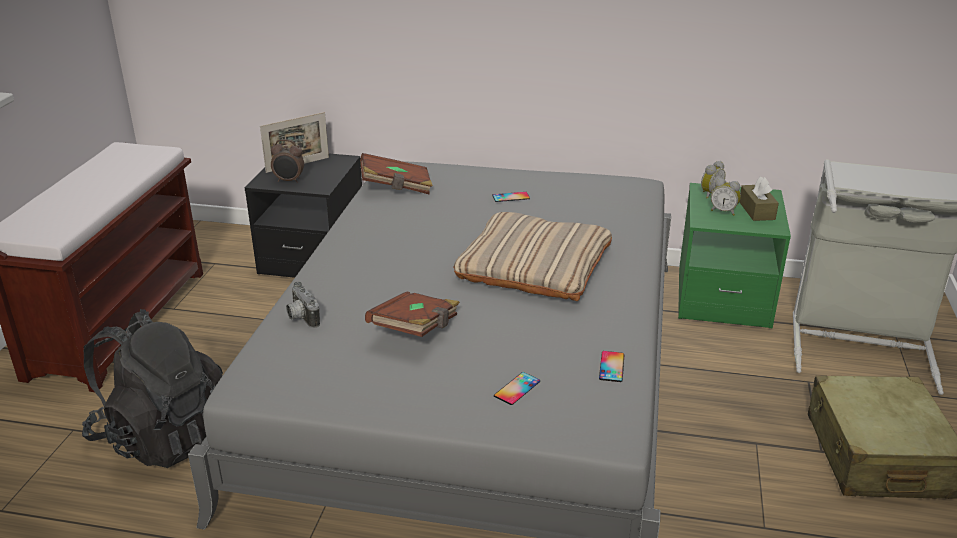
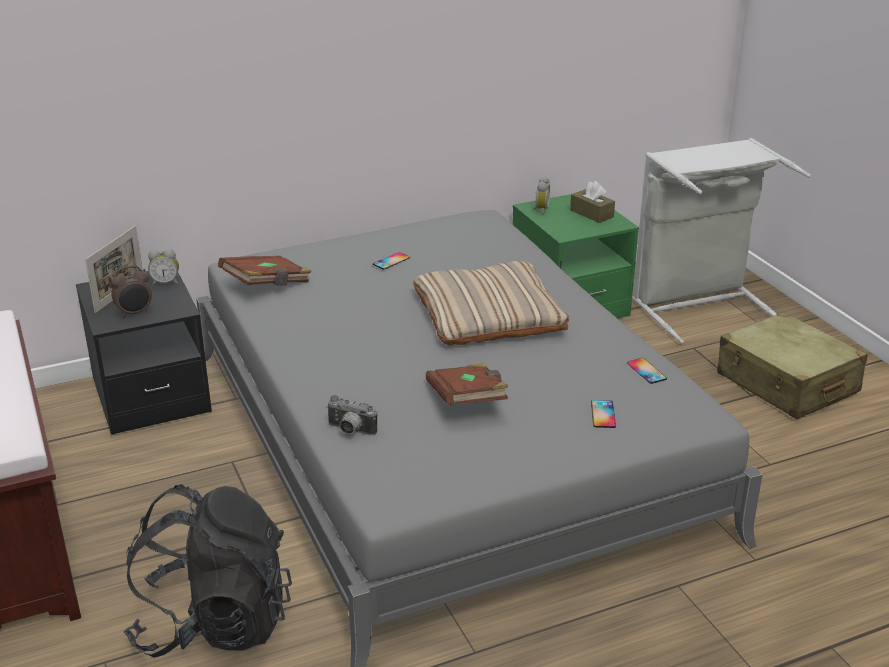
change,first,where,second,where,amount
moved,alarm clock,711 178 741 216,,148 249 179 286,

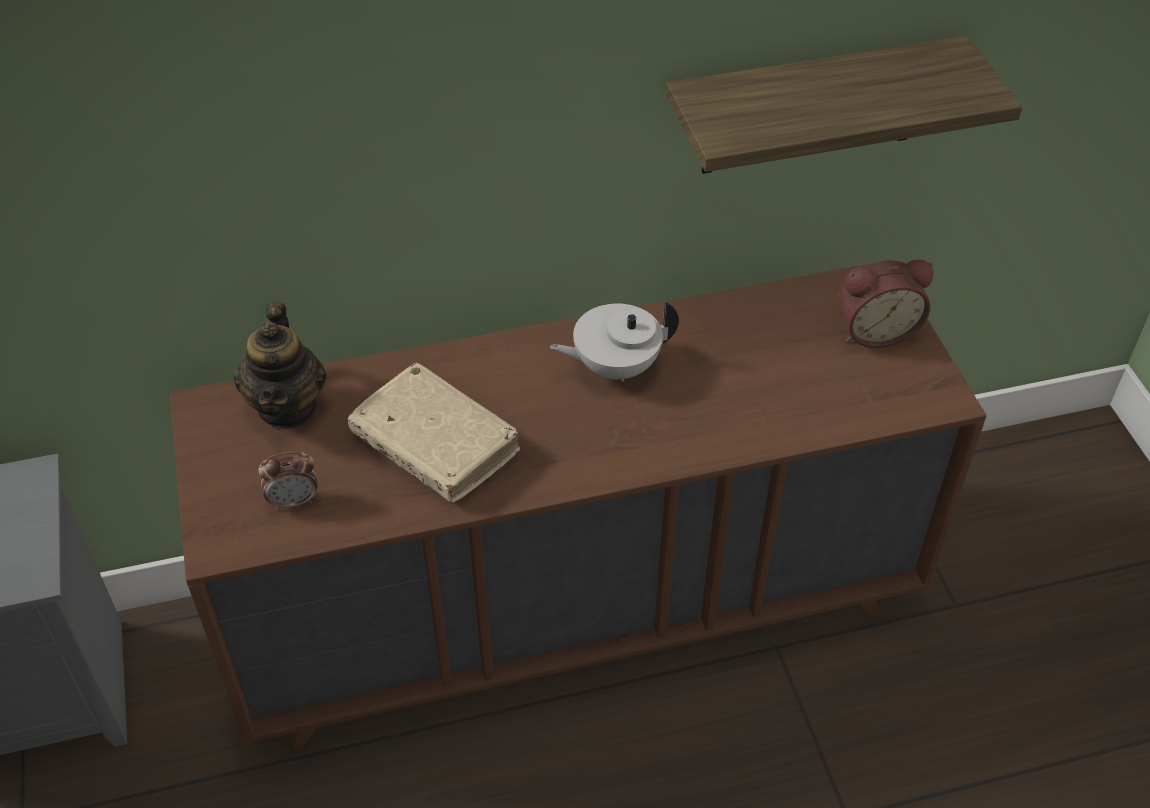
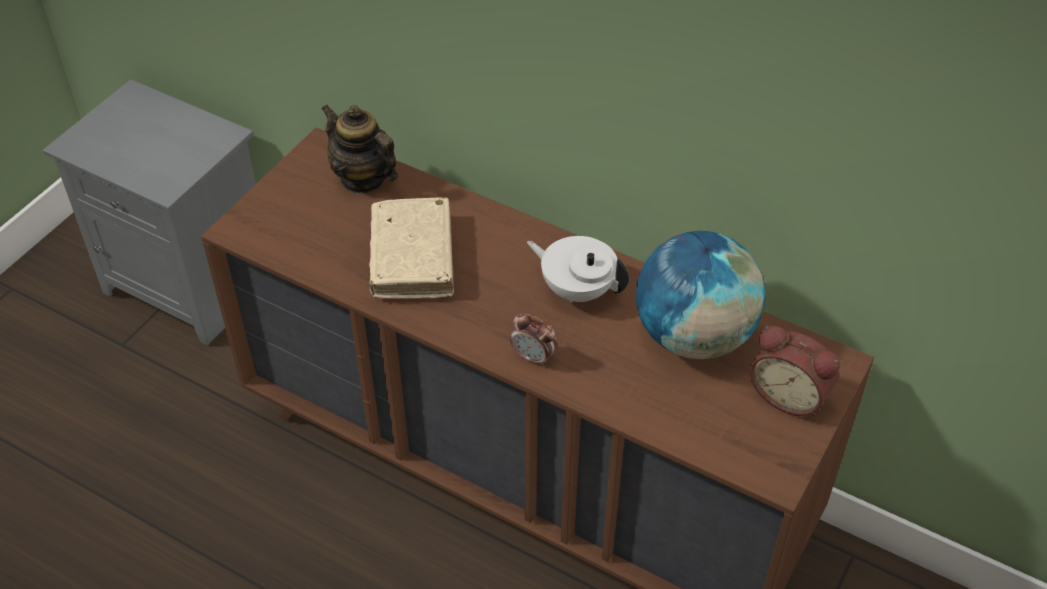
change,first,where,second,where,amount
turned,teapot,234 302 326 429,,321 105 398 194,90 degrees clockwise
moved,alarm clock,259 451 317 511,,510 313 557 367,
added,,,globe,636 231 765 359,
removed,shelf,666 36 1022 174,,,

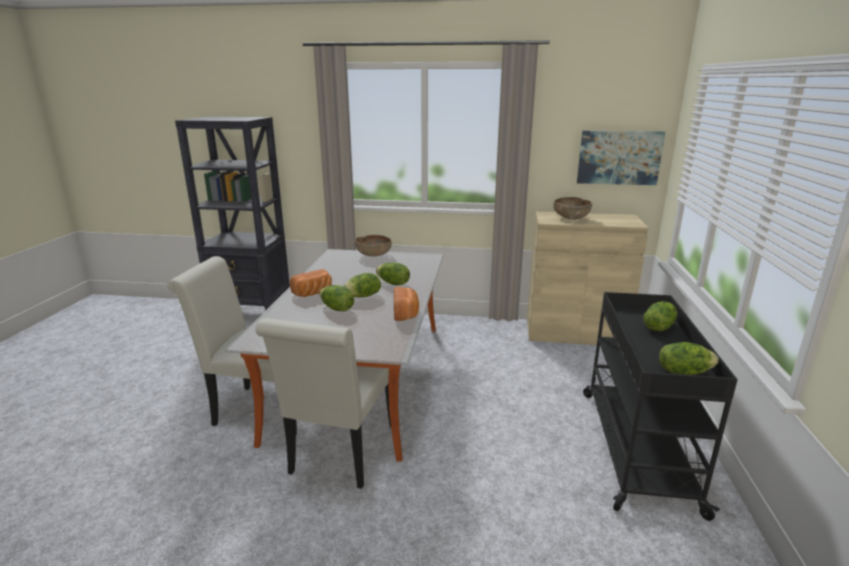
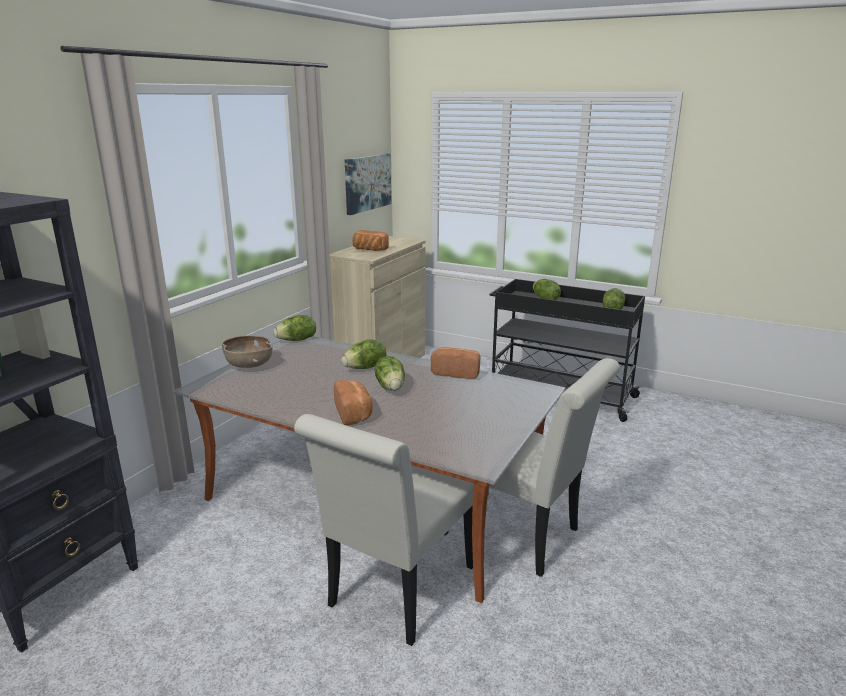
change,first,where,second,where,amount
moved,lettuce,320 285 354 311,,273 315 316 341,
replaced,bowl (brown),553 197 592 220,bread,353 230 389 251,

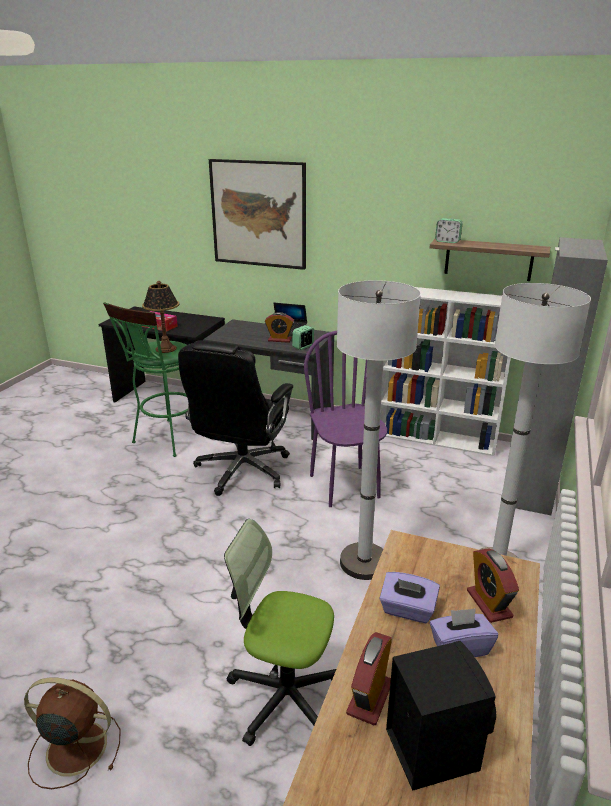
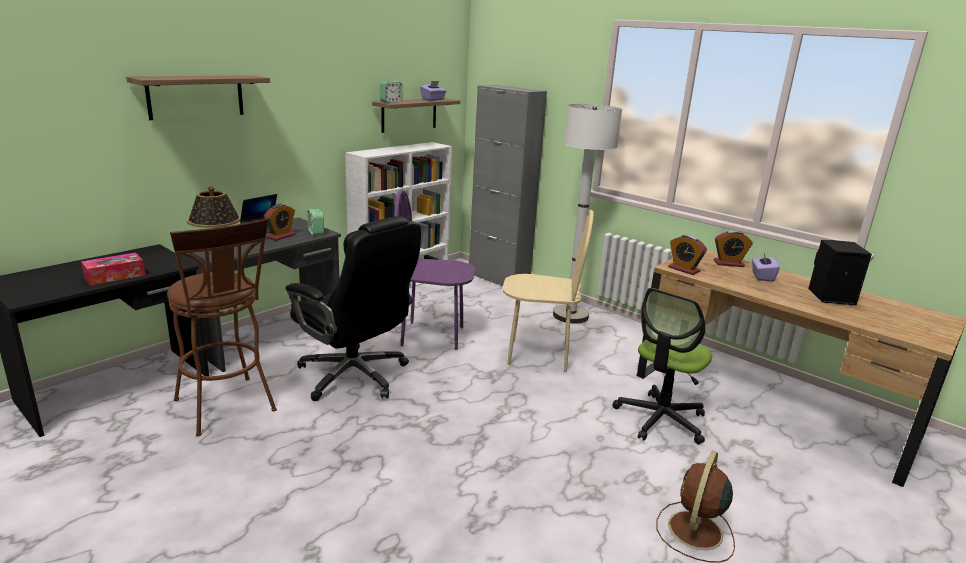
change,first,where,second,where,amount
replaced,picture,209 159 306 270,shelf,126 75 270 120,
recoloured,stool (green),103 302 188 457,stool (brown),167 219 277 436,
moved,tissue box (purple),379 572 440 623,,420 81 446 101,
replaced,floor lamp (white),337 280 421 580,chair (beige),503 210 594 372,
moved,alarm clock,346 632 392 725,,668 235 707 275,

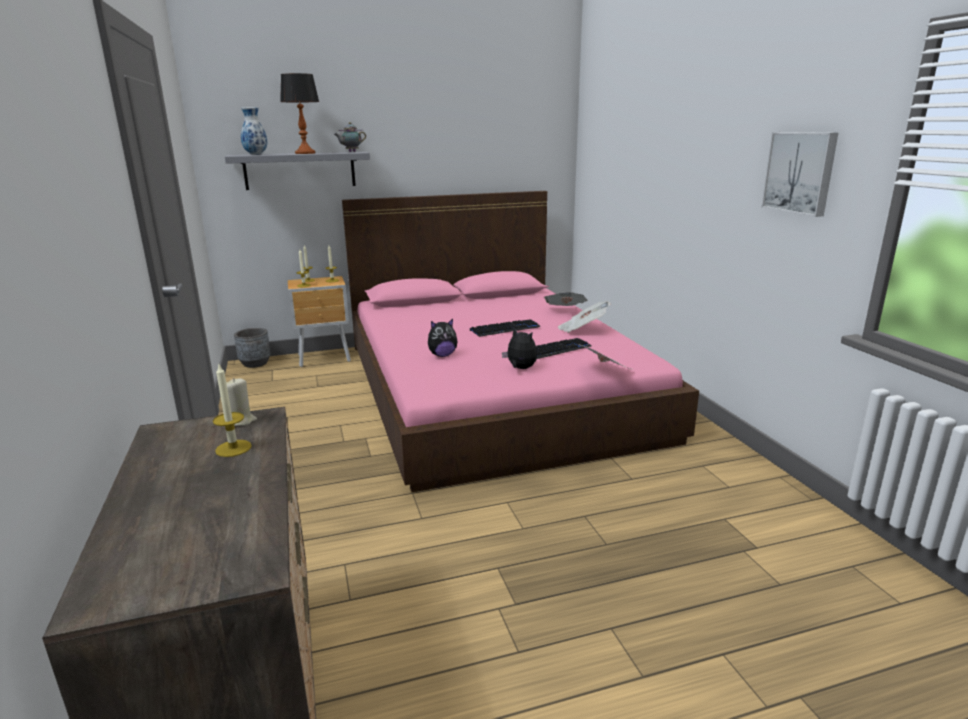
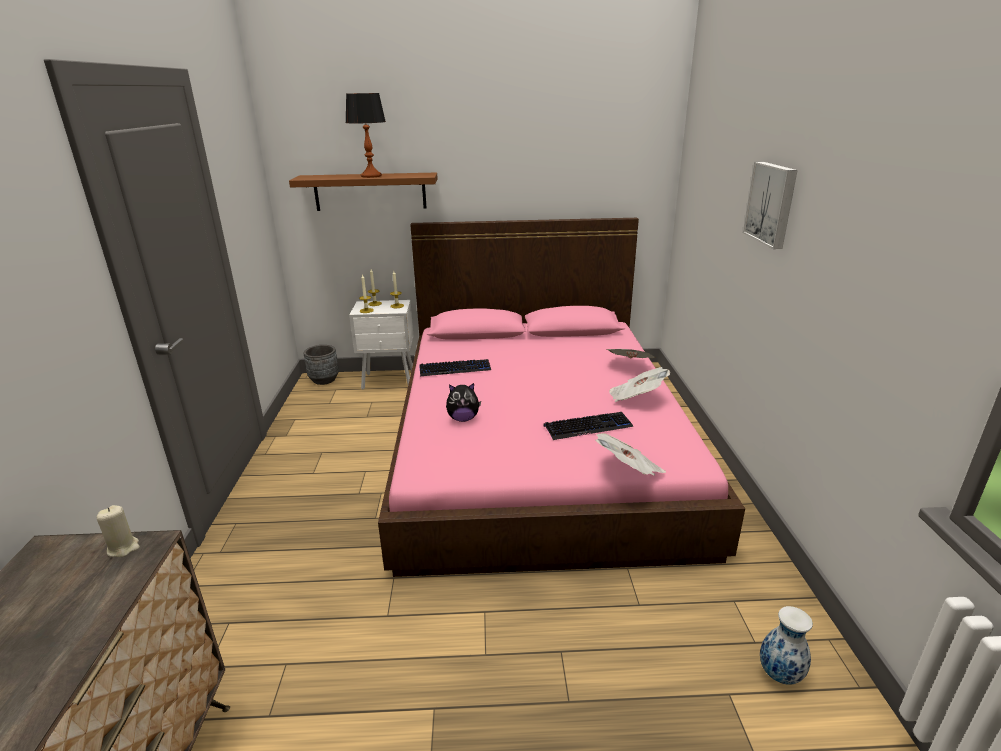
change,first,where,second,where,amount
recoloured,shelf (grey),225 152 370 190,shelf (brown),289 172 438 211,
recoloured,nightstand (brown),288 276 351 367,nightstand (white),349 300 414 390,
moved,keyboard,470 319 541 337,,419 359 491 376,
moved,picture,761 132 838 217,,743 162 798 249,
moved,vase,241 107 267 155,,760 606 813 685,
removed,candle,213 365 252 457,,,
removed,teapot,334 122 366 152,,,
removed,plush toy,502 328 537 369,,,

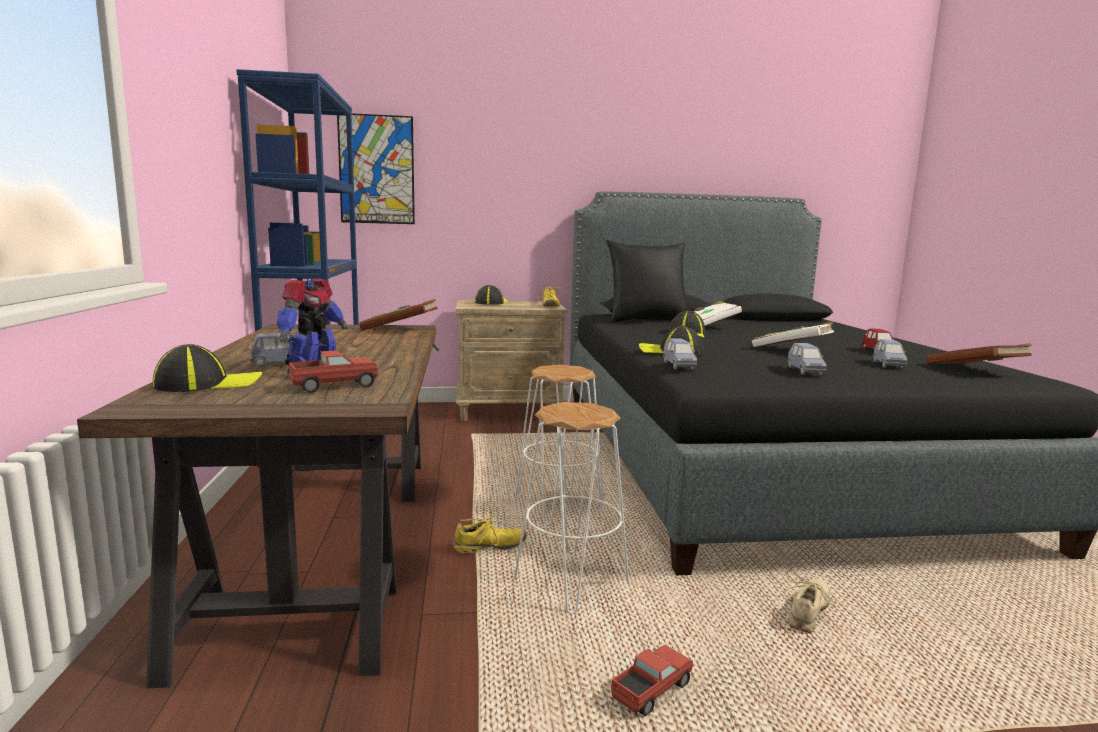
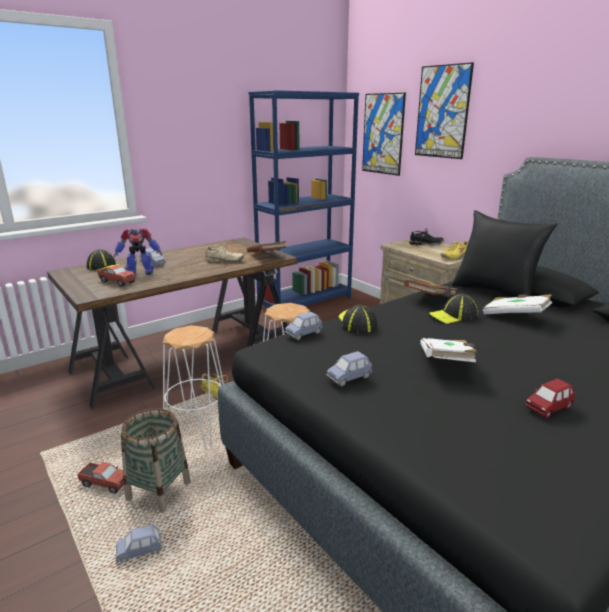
change,first,where,second,where,amount
moved,toy car (blue),873 339 907 369,,116 525 162 563,
added,,,basket,121 408 191 513,
moved,shoe (beige),785 571 839 633,,205 243 244 263,
moved,book (brown),926 343 1032 364,,404 280 458 297,
replaced,cap,475 285 508 305,shoe (black),409 228 444 246,
added,,,picture,415 62 474 159,

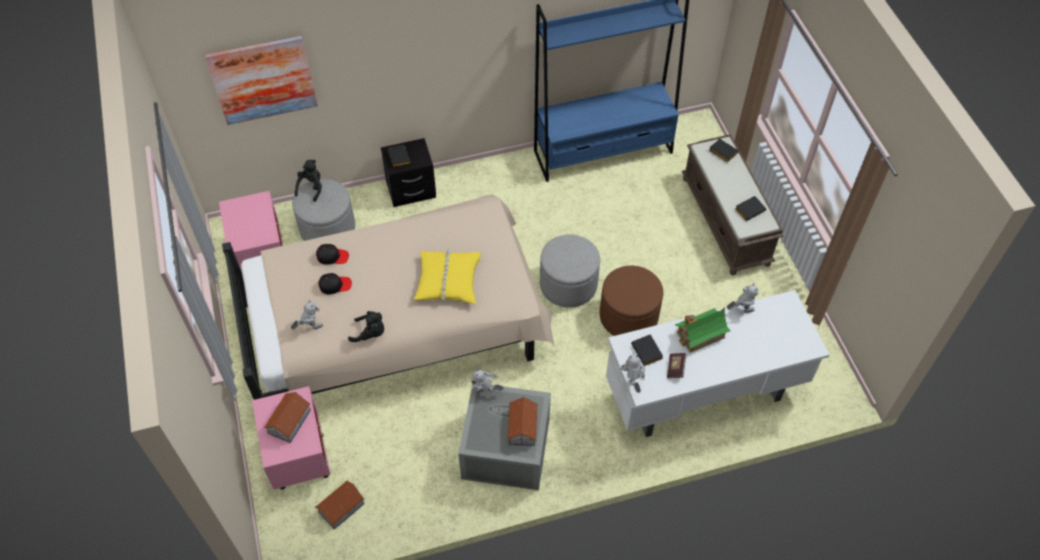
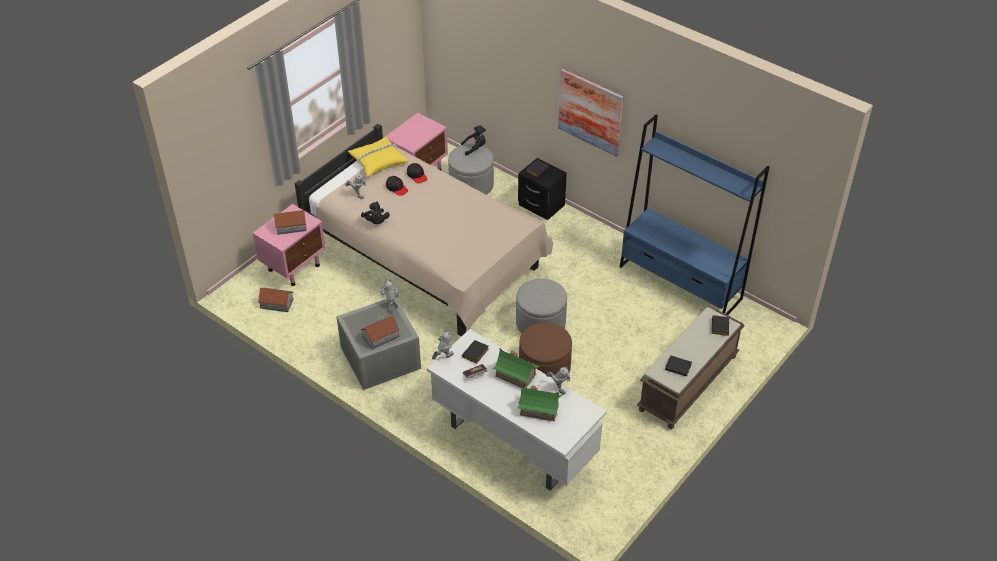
change,first,where,second,where,amount
moved,pillow (yellow),414 248 481 304,,348 137 408 177,
added,,,toy house,517 386 562 421,
moved,picture,205 36 318 125,,558 69 624 157,

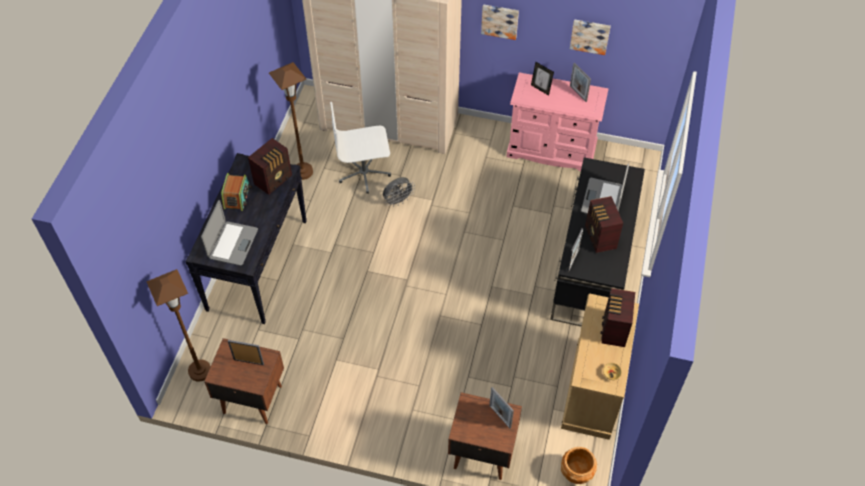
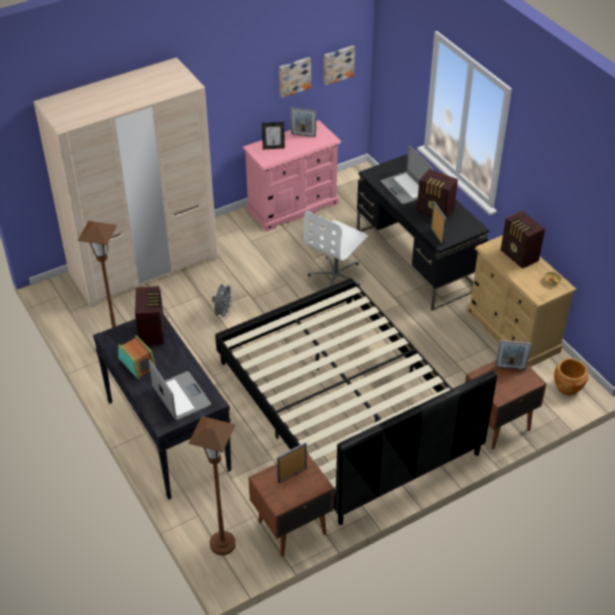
change,first,where,second,where,amount
added,,,bed (black),215 278 497 525,
moved,office chair (white),330 102 391 194,,304 211 368 287,
moved,picture,481 4 519 40,,324 45 355 86,

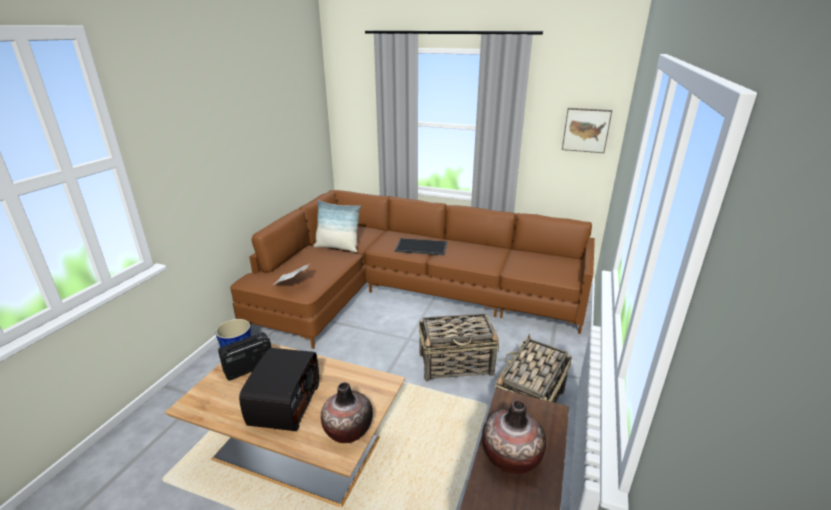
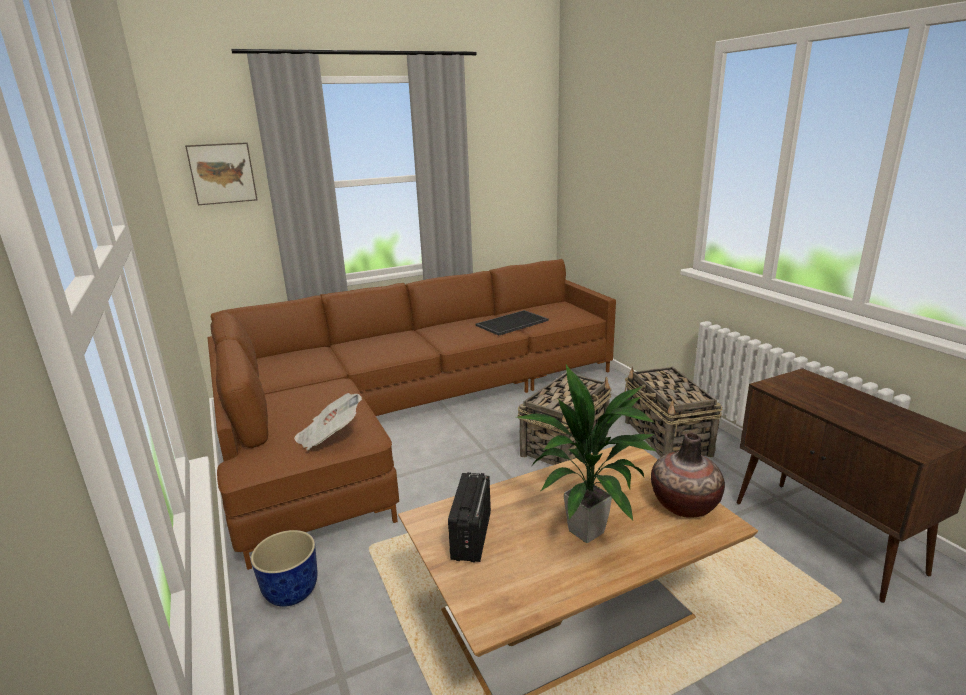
change,first,where,second,where,amount
moved,picture,562 108 612 153,,185 142 258 205,
moved,tray,395 238 447 255,,476 310 549 336,
replaced,radio,239 348 319 431,potted plant,516 364 656 543,
removed,pillow,314 200 361 252,,,
removed,vase,482 400 546 474,,,

